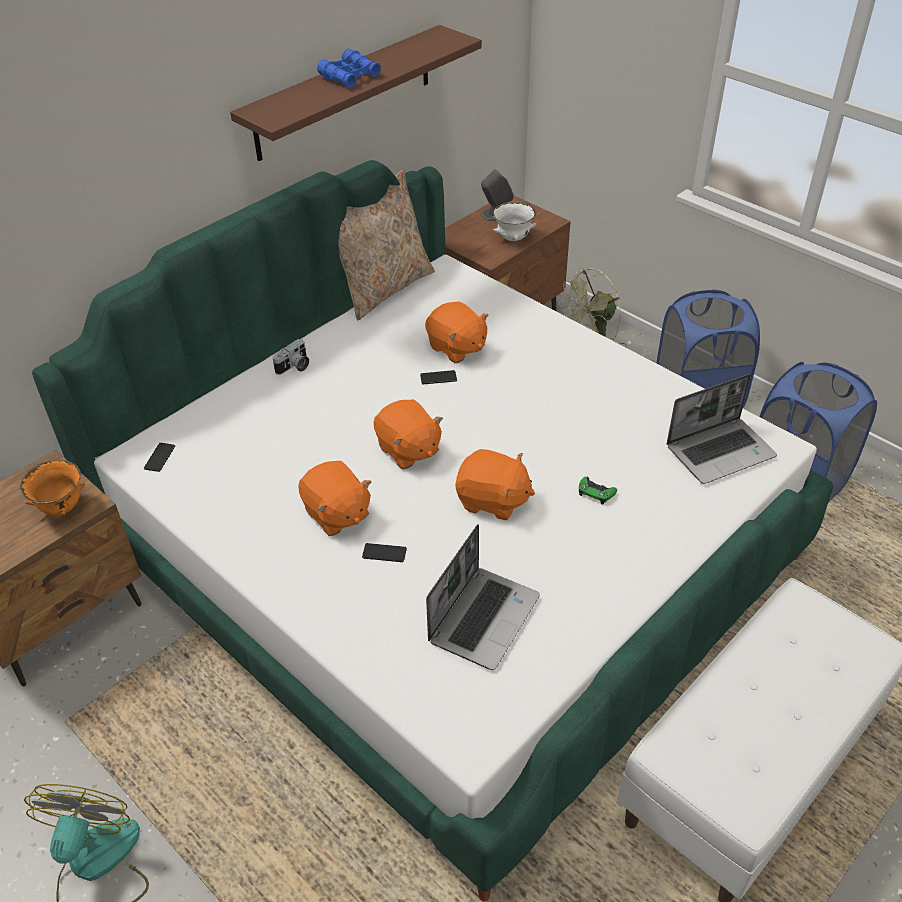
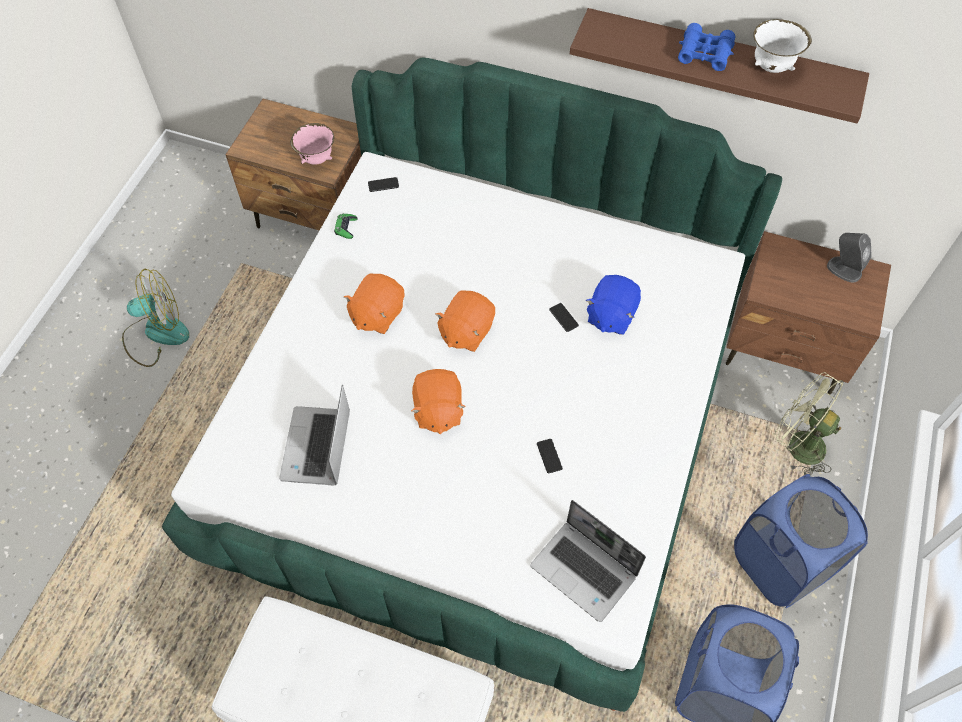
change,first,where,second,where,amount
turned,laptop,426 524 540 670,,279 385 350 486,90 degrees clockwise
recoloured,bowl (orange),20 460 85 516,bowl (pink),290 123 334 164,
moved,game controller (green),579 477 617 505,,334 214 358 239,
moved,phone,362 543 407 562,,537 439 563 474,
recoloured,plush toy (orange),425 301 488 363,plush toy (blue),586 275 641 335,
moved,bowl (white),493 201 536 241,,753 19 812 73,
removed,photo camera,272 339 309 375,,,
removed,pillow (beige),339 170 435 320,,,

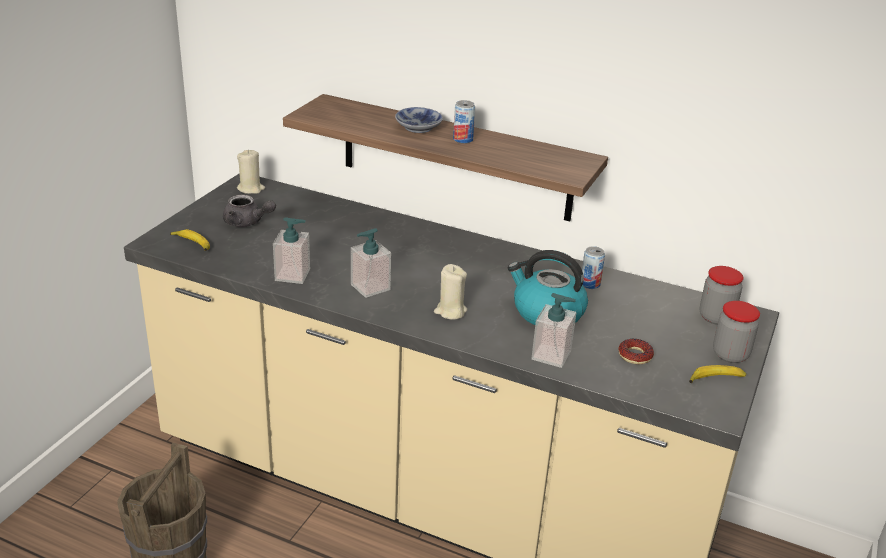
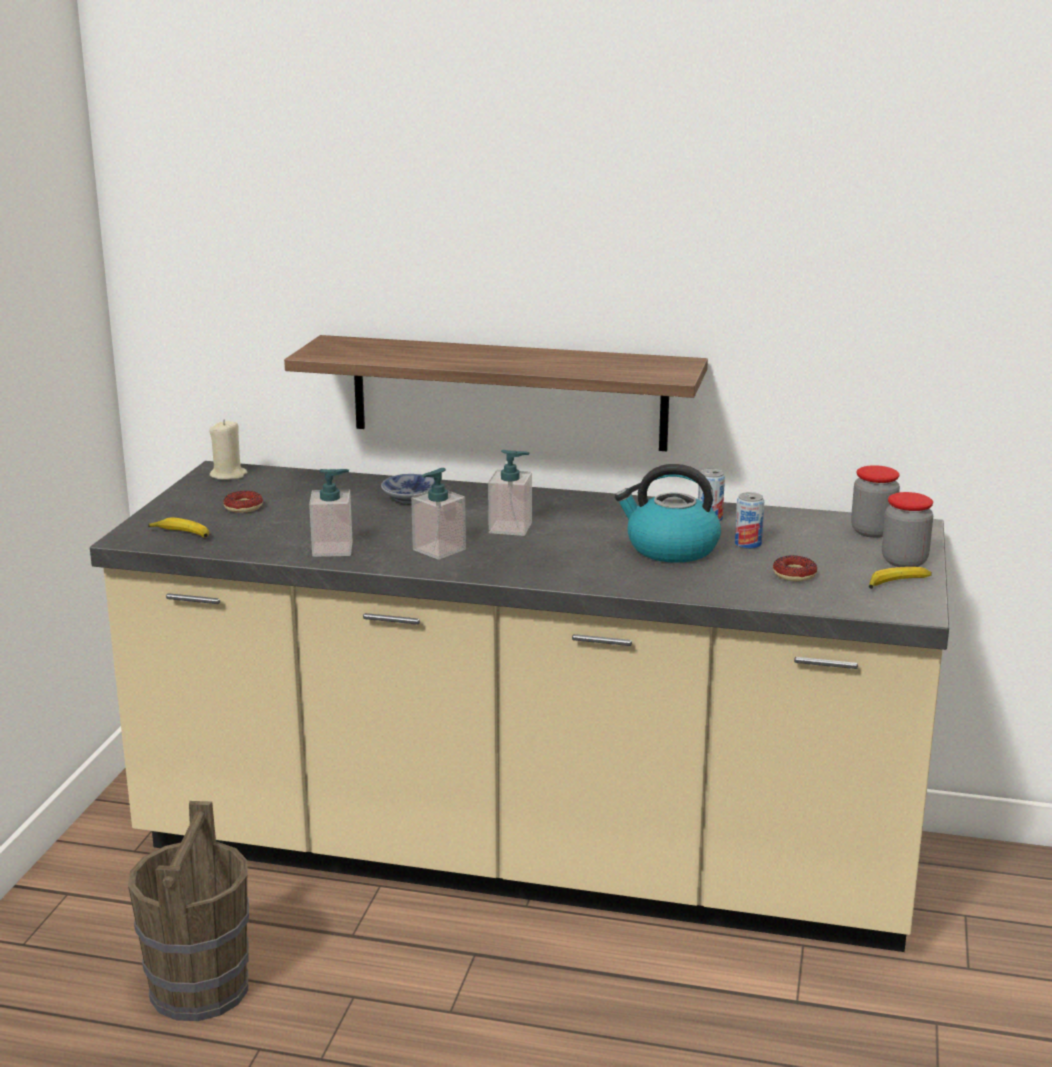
change,first,where,second,where,amount
replaced,teapot (grey),223 195 276 227,donut,223 491 263 513,
moved,bowl,395 107 443 133,,381 474 435 504,
moved,soap dispenser,531 293 576 368,,488 450 532 536,
moved,can,453 100 475 144,,735 492 764 549,
removed,candle (beige),434 264 467 319,,,

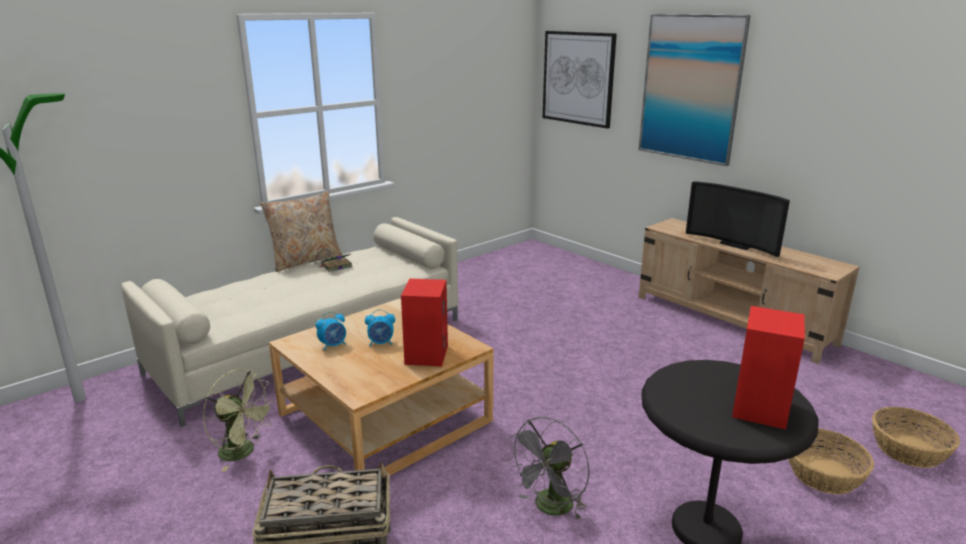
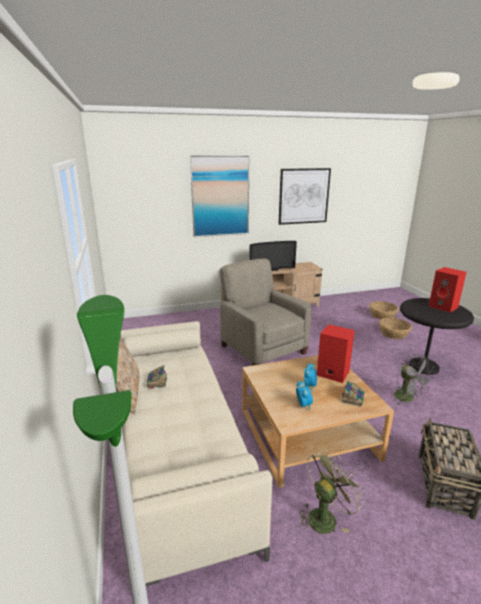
change,first,where,second,where,amount
added,,,armchair (beige),220 258 312 366,
moved,picture,543 31 617 129,,278 168 331 225,
added,,,book,341 380 364 407,

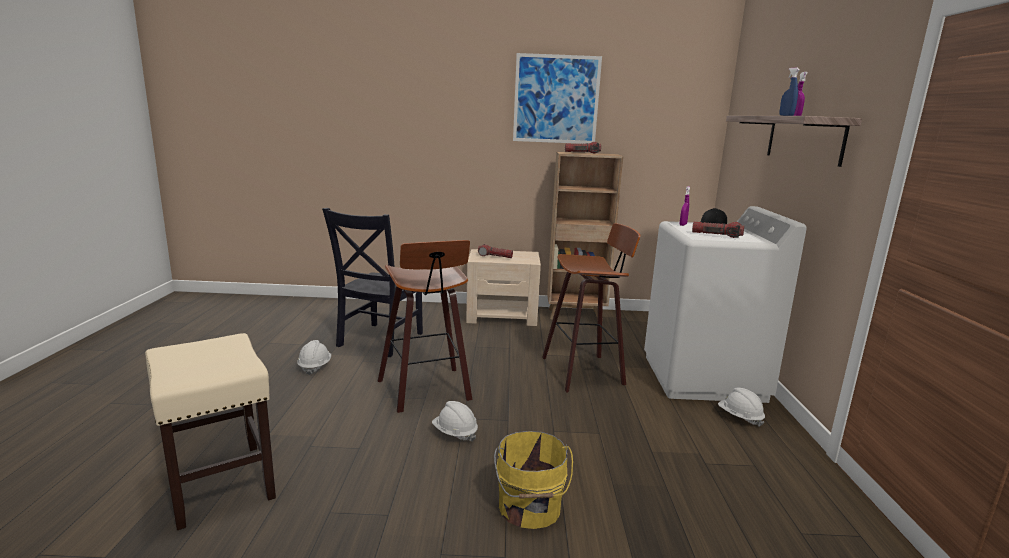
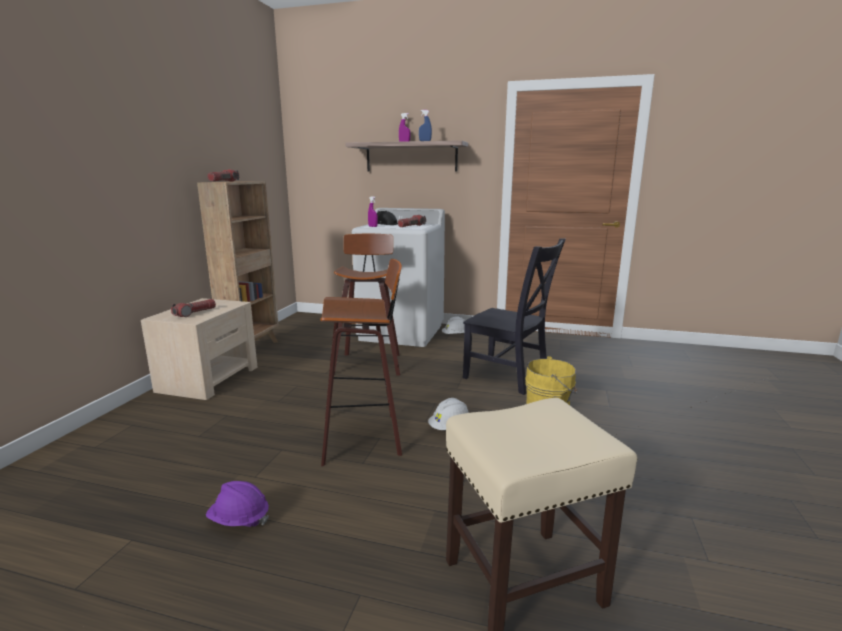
change,first,where,second,where,amount
recoloured,hard hat (white),297 340 331 375,hard hat (purple),206 481 269 527,
moved,chair (black),322 208 423 357,,463 238 566 395,
removed,picture,513 53 602 144,,,

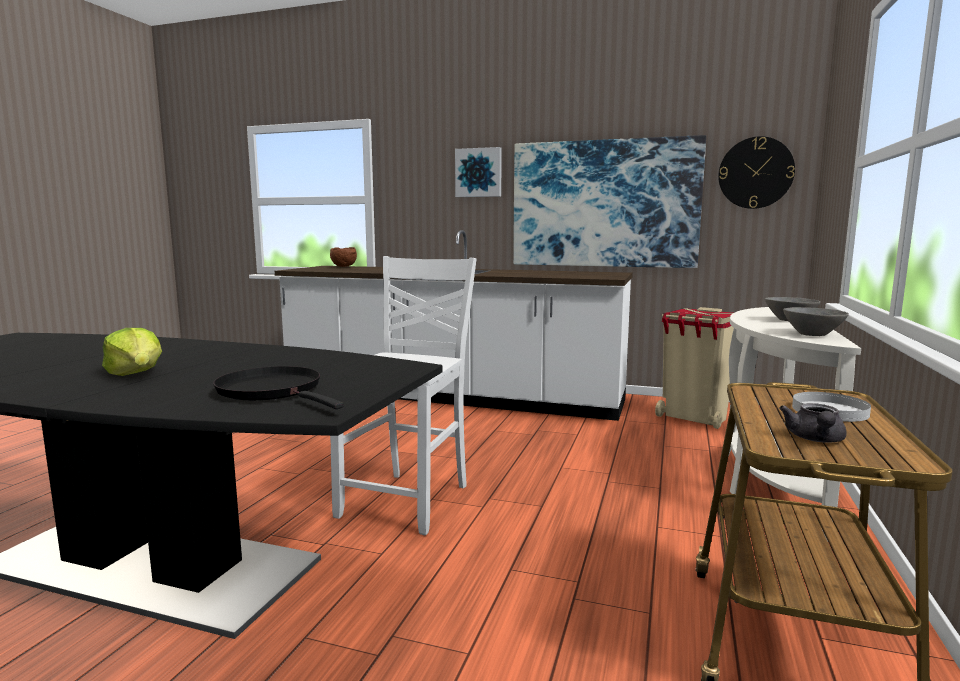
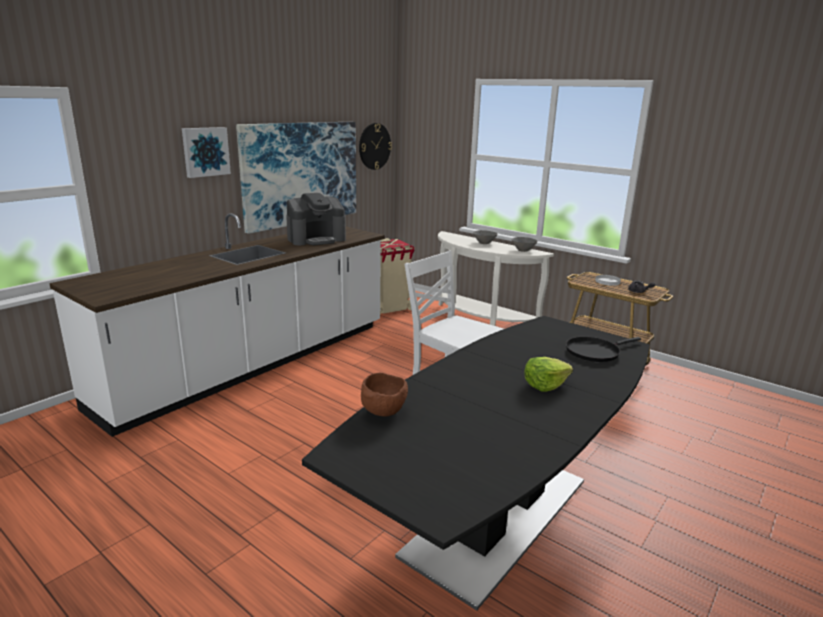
change,first,where,second,where,amount
added,,,coffee machine,286 193 346 245,
moved,bowl (brown),330 247 357 267,,361 373 408 416,

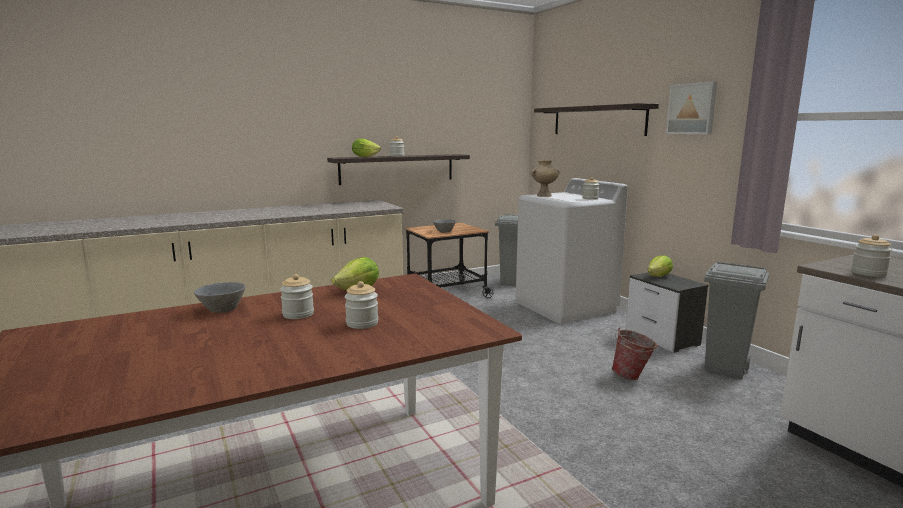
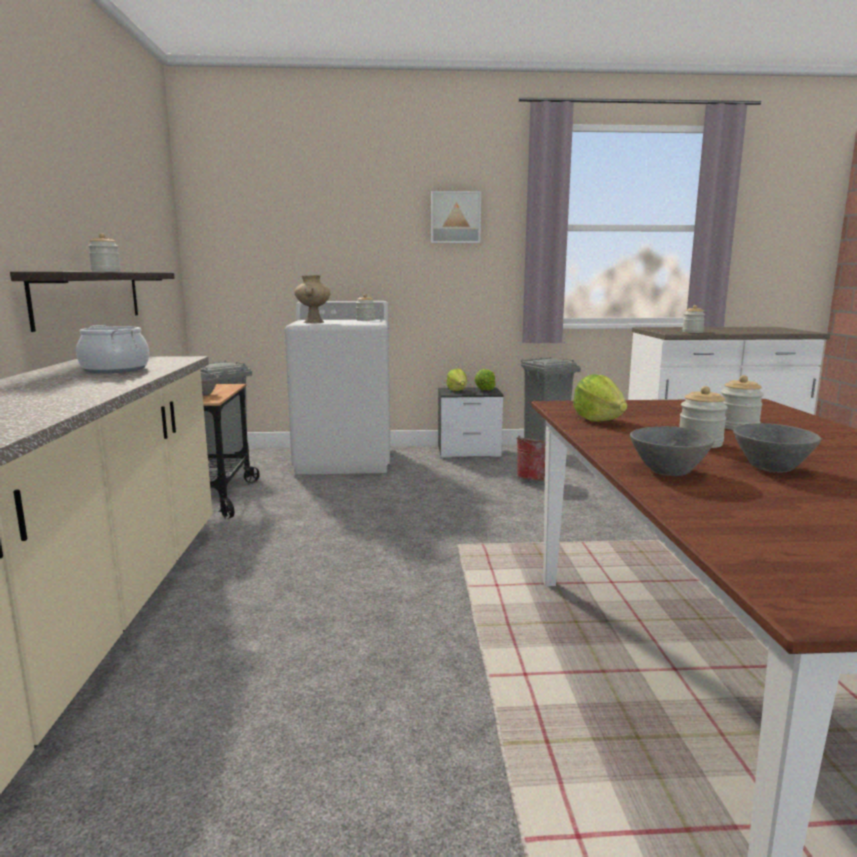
change,first,where,second,where,amount
added,,,cooking pot,76 325 149 373,
moved,lettuce,352 138 381 157,,475 369 496 390,
added,,,bowl (grey),733 423 821 473,
removed,shelf,534 103 659 136,,,

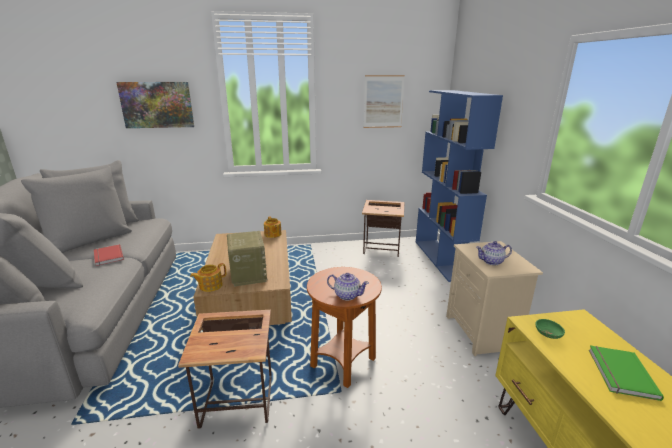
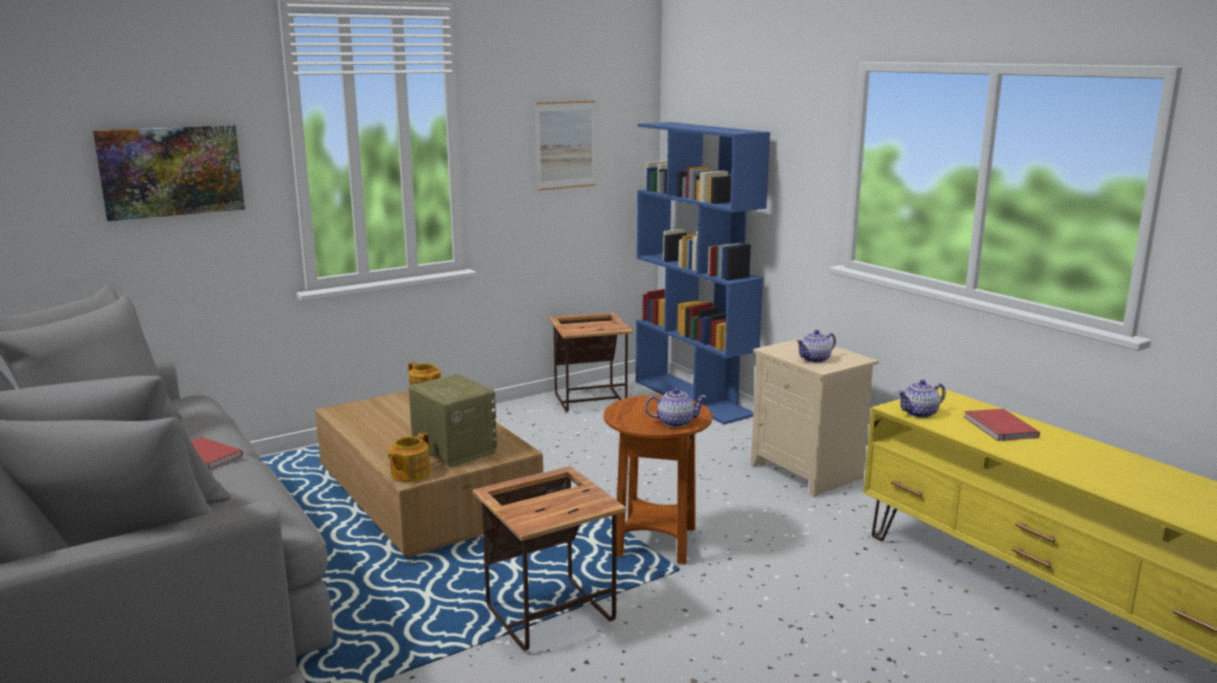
change,first,where,second,where,amount
replaced,bowl (green),535 319 565 339,teapot,897 380 946 418,
recoloured,book (green),589 346 664 401,book (red),964 409 1040 441,

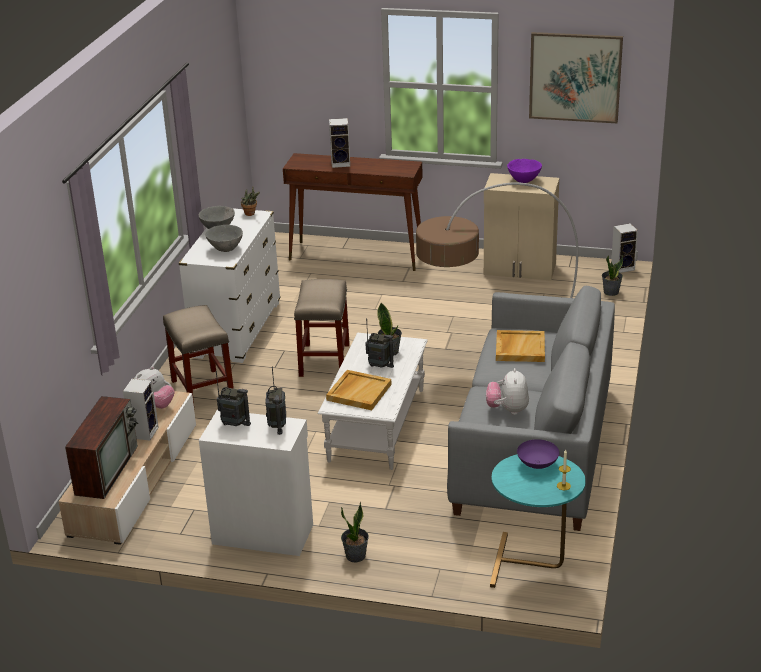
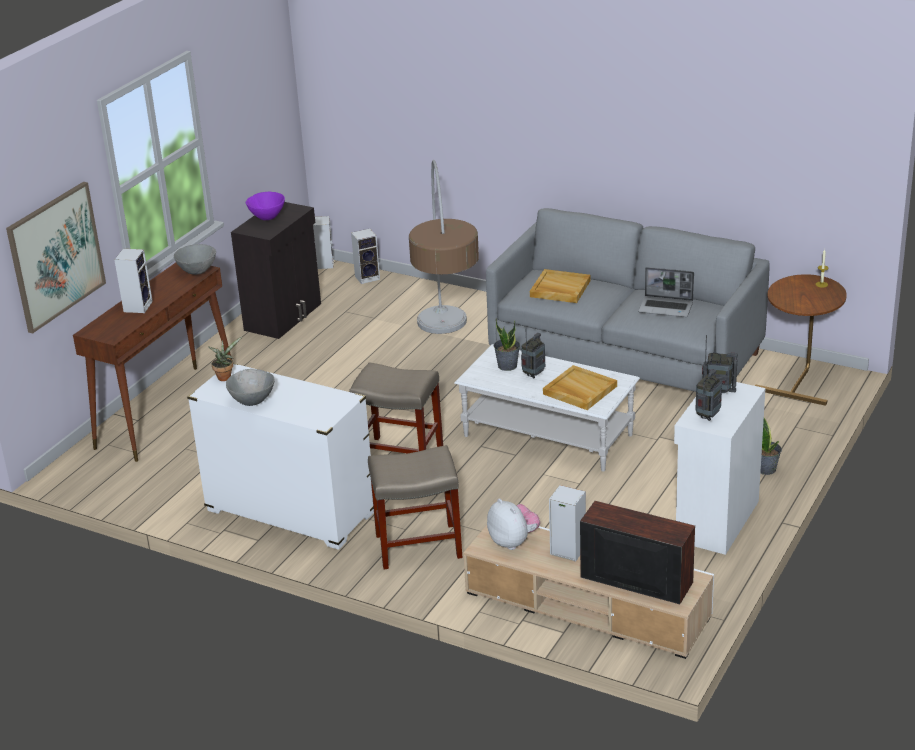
change,first,where,second,where,amount
moved,picture,529 32 623 123,,6 182 106 334,
moved,bowl (grey),205 225 243 252,,174 244 216 275,
recoloured,cabinet (beige),484 173 559 281,cabinet (black),231 202 321 339,
replaced,potted plant,602 255 623 296,speaker,351 228 380 284,
replaced,plush toy,486 368 529 415,laptop,638 267 694 317,
recoloured,side table (turquoise),490 454 586 588,side table (brown),755 274 847 406,
removed,bowl (purple),517 439 559 469,,,

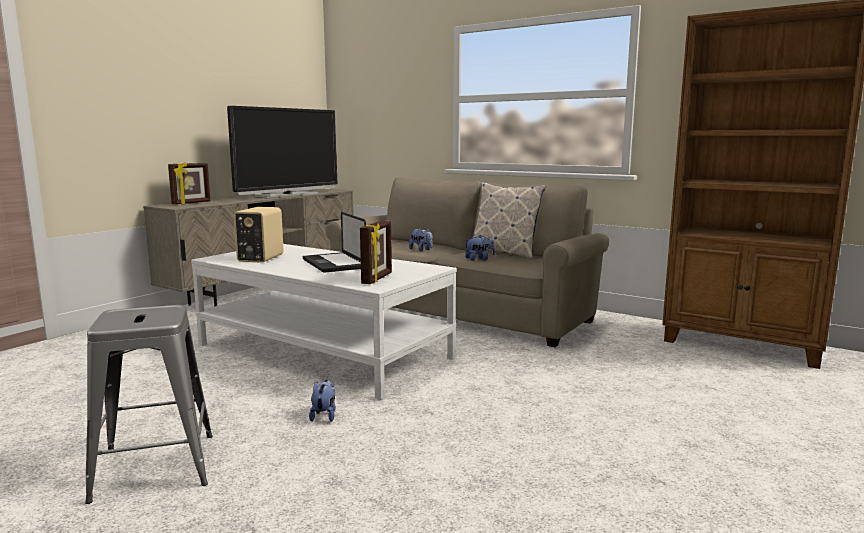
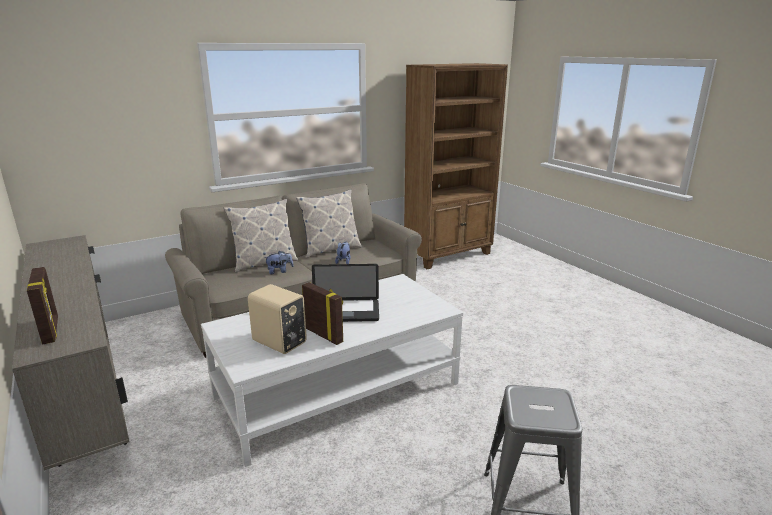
change,first,where,second,where,amount
added,,,pillow,224 199 298 272,
moved,picture frame,360 220 392 284,,302 282 343 345,
removed,television,227 106 337 198,,,
removed,plush toy,309 380 336 422,,,

